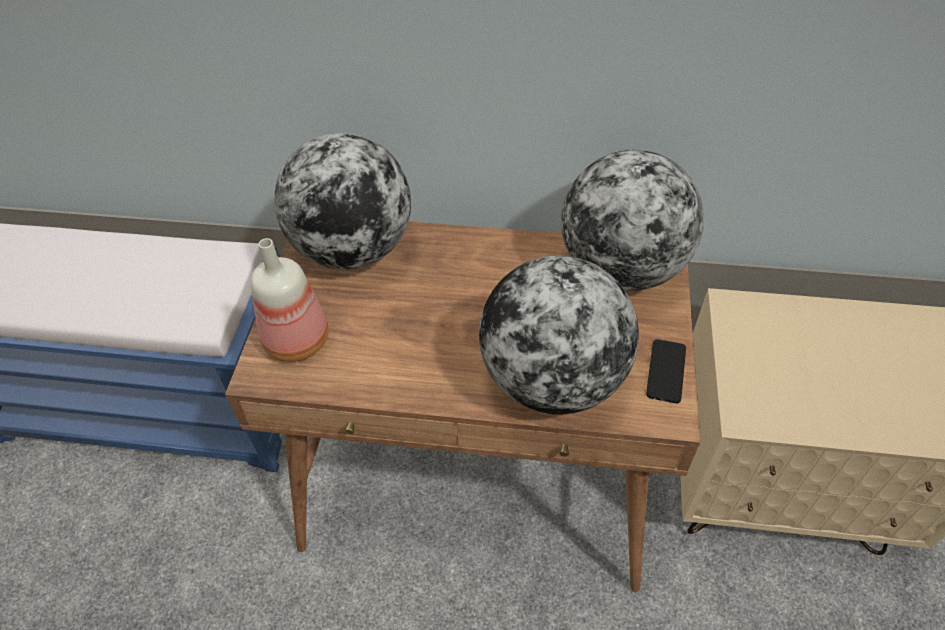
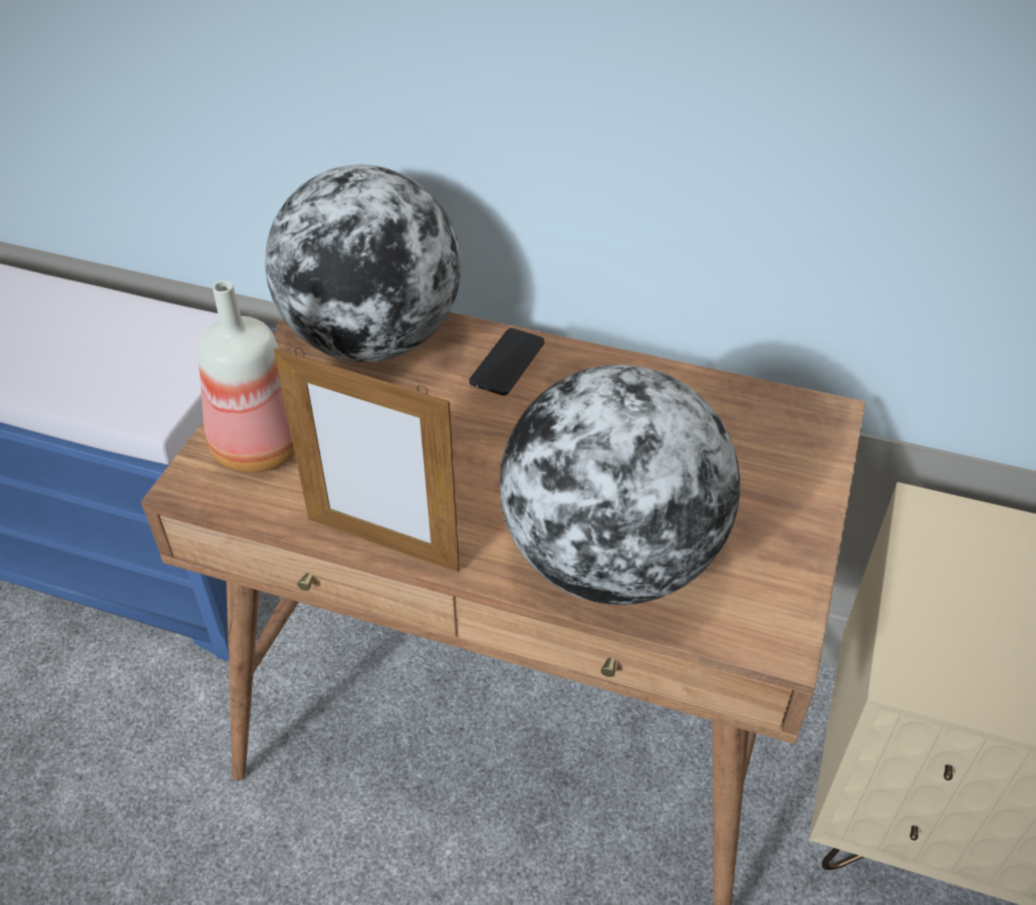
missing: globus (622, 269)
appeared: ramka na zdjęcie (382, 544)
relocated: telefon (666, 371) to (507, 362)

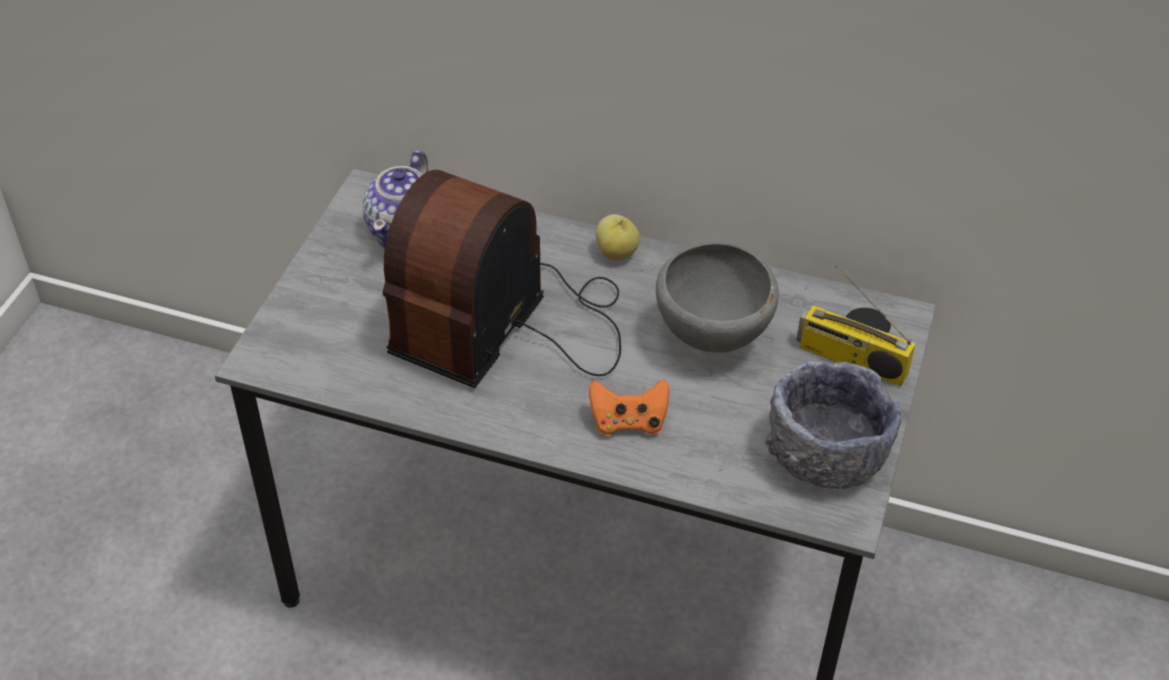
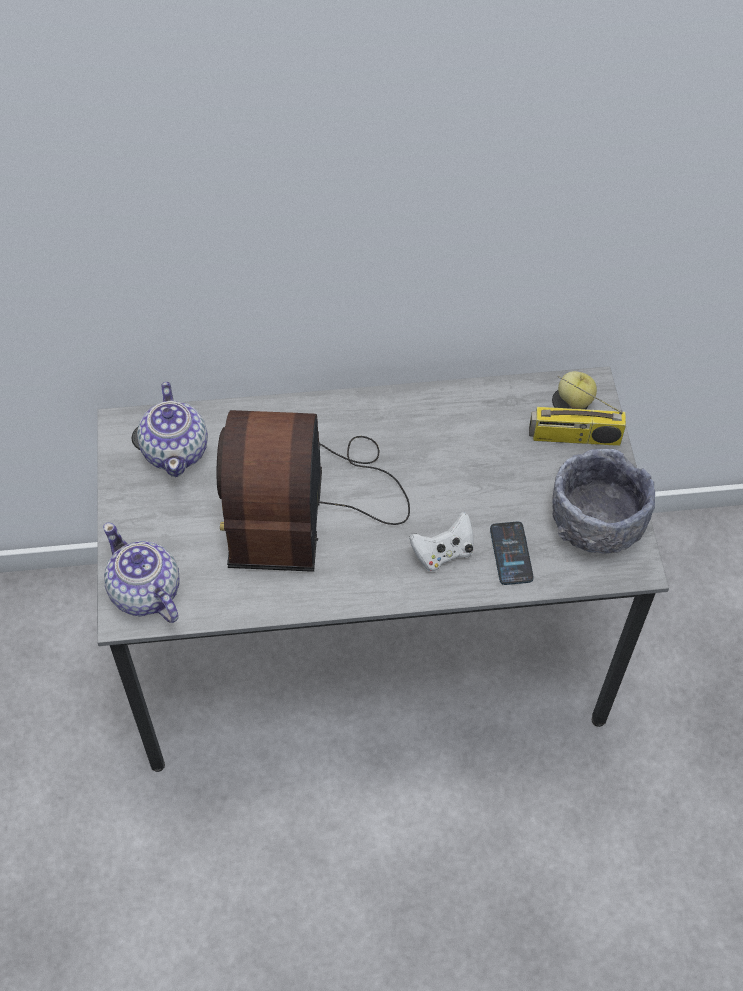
missing: miska/szary (713, 339)
appeared: imbryk (145, 593); telefon (511, 553)
relocated: jabłko (617, 252) to (575, 400)
colour: pad do gier/pomarańczowy (628, 422) to pad do gier/biały (443, 553)

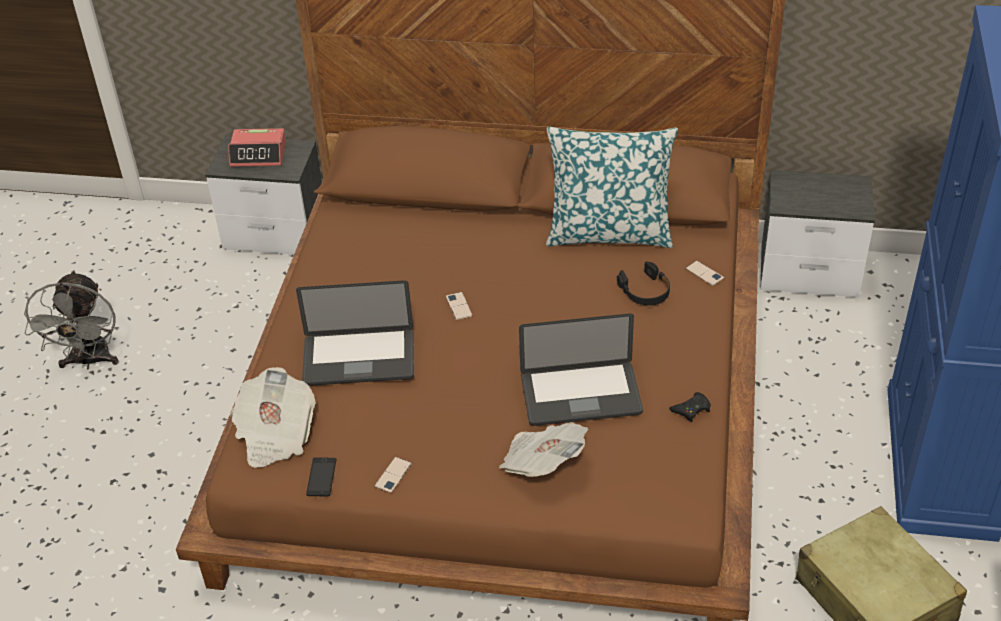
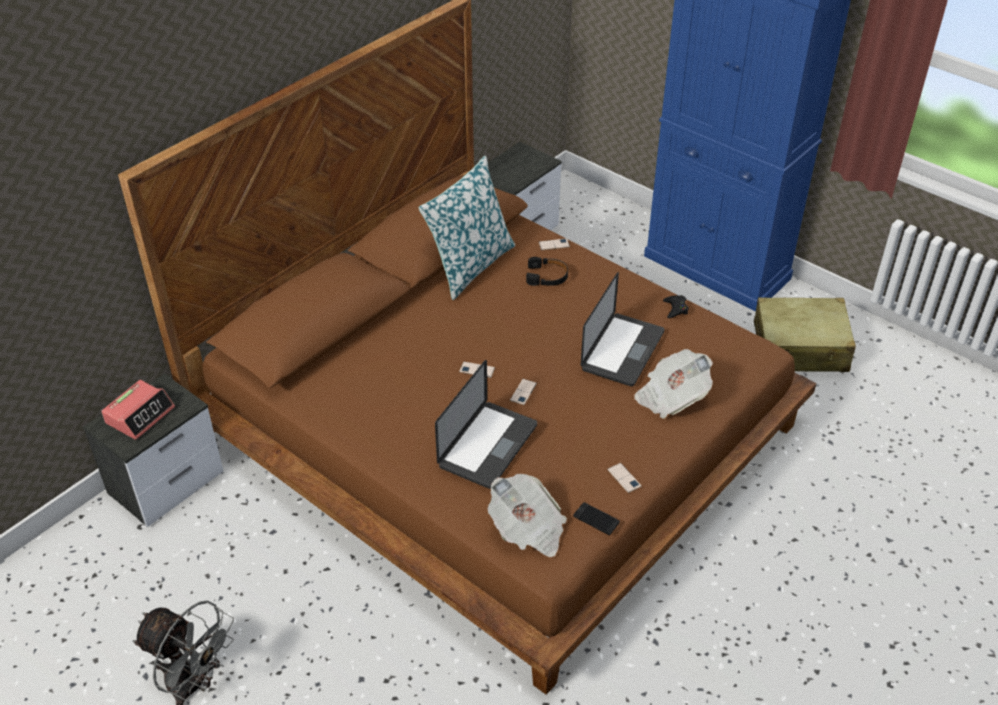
appeared: telefon (523, 392)

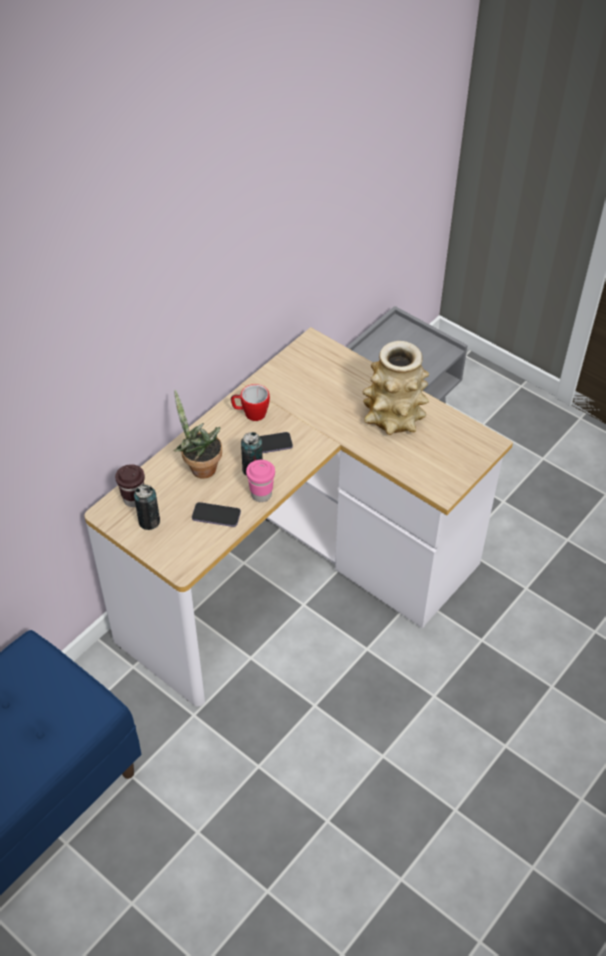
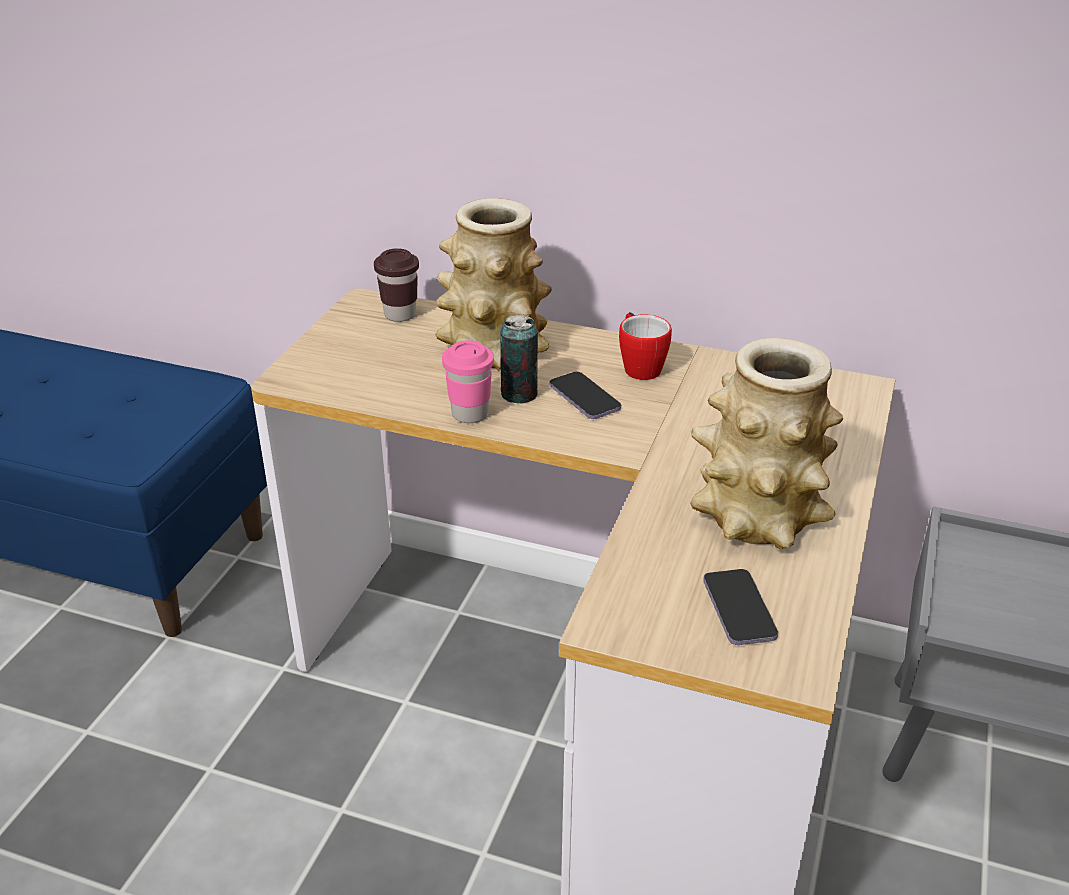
missing: puszka (149, 521)
relocated: telefon (216, 516) to (739, 609)
exchanged: roślina doniczkowa (200, 467) to wazon (493, 349)

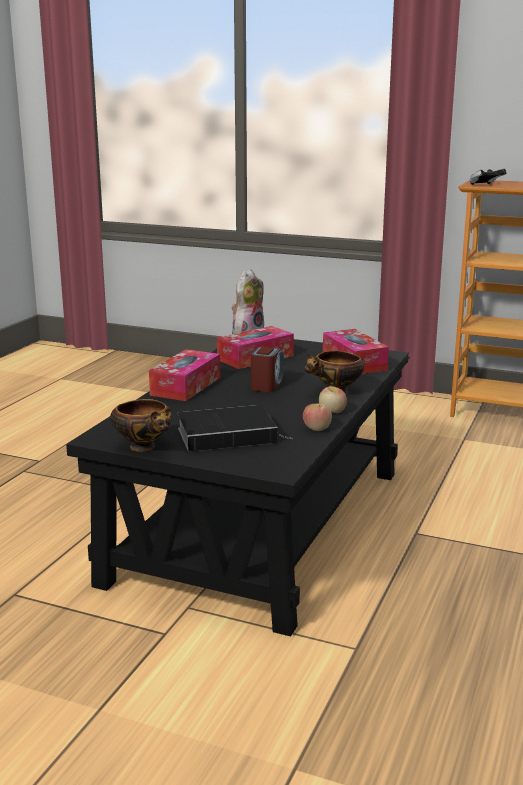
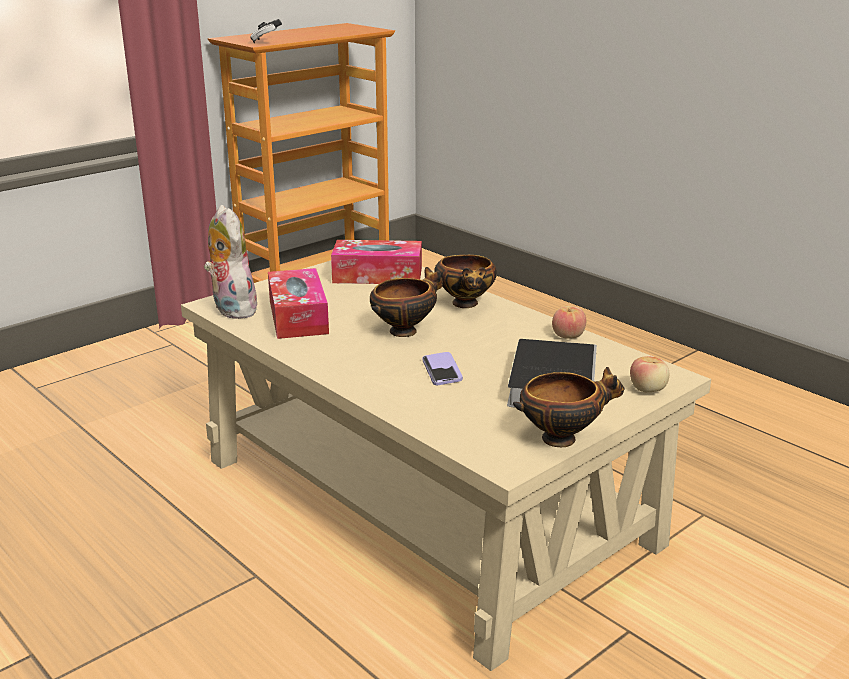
missing: pudełko chusteczek (186, 386)
appeared: telefon (442, 370)
relocated: jabłko (332, 412) to (648, 389)
exchanged: budzik (267, 384) to miska (405, 330)
colour: ława/czarny (262, 525) to ława/beżowy (426, 501)

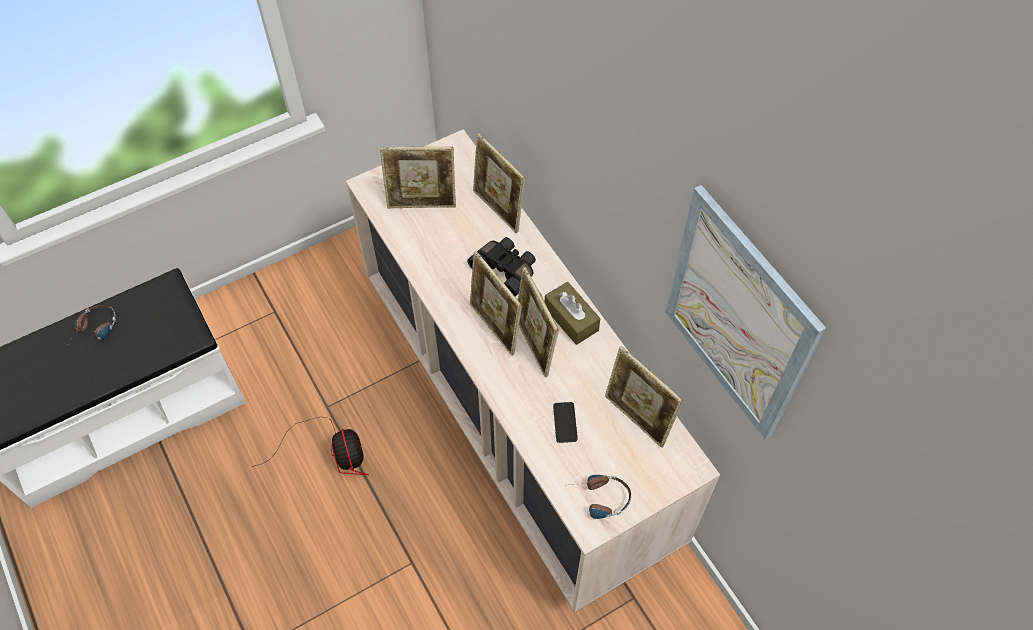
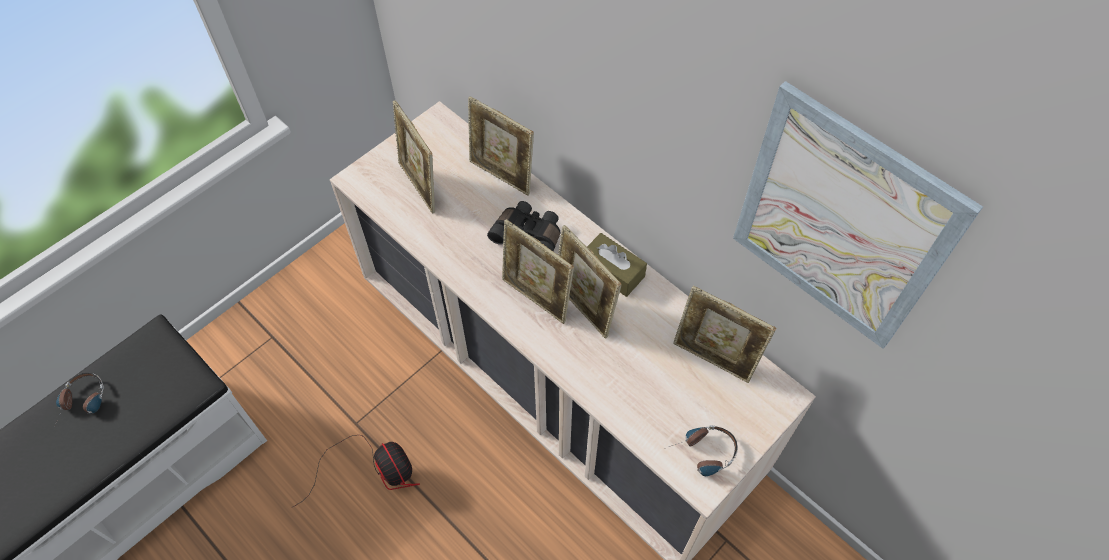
missing: telefon (565, 422)
spun: ramka na zdjęcie (422, 204) = (420, 186) 75 degrees clockwise

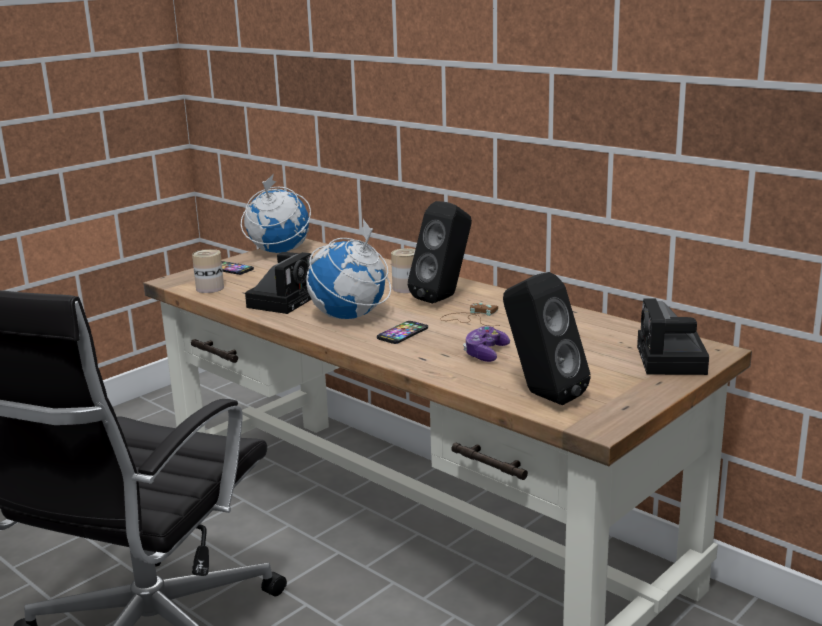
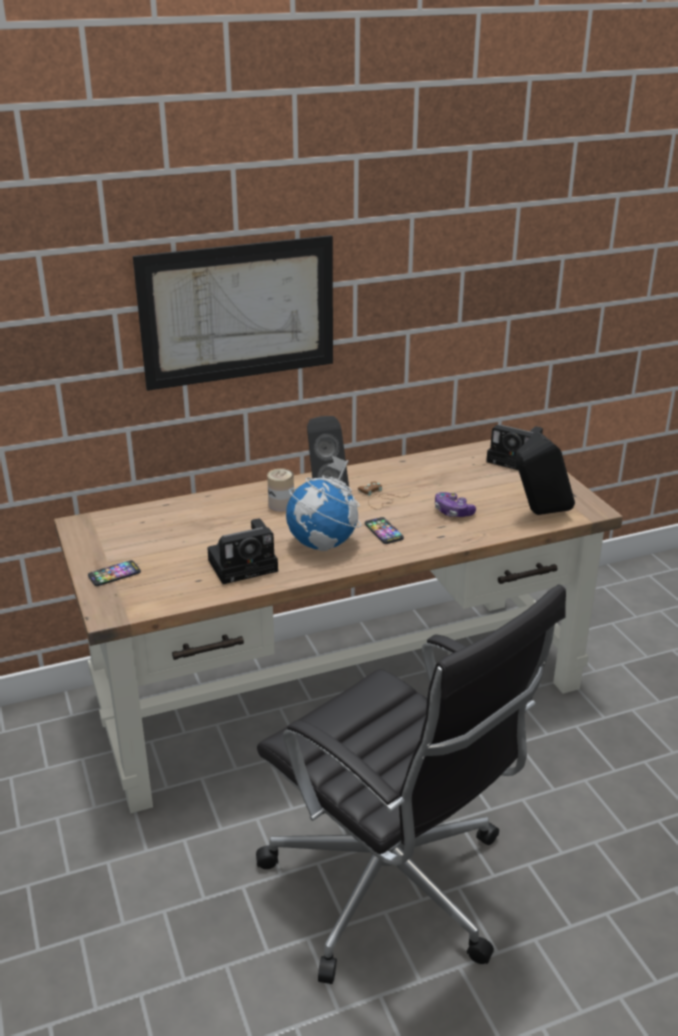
missing: puszka (210, 288); globus (278, 252)
appeared: obraz (238, 312)
spun: aparat fotograficzny (284, 300) = (245, 564) 105 degrees clockwise

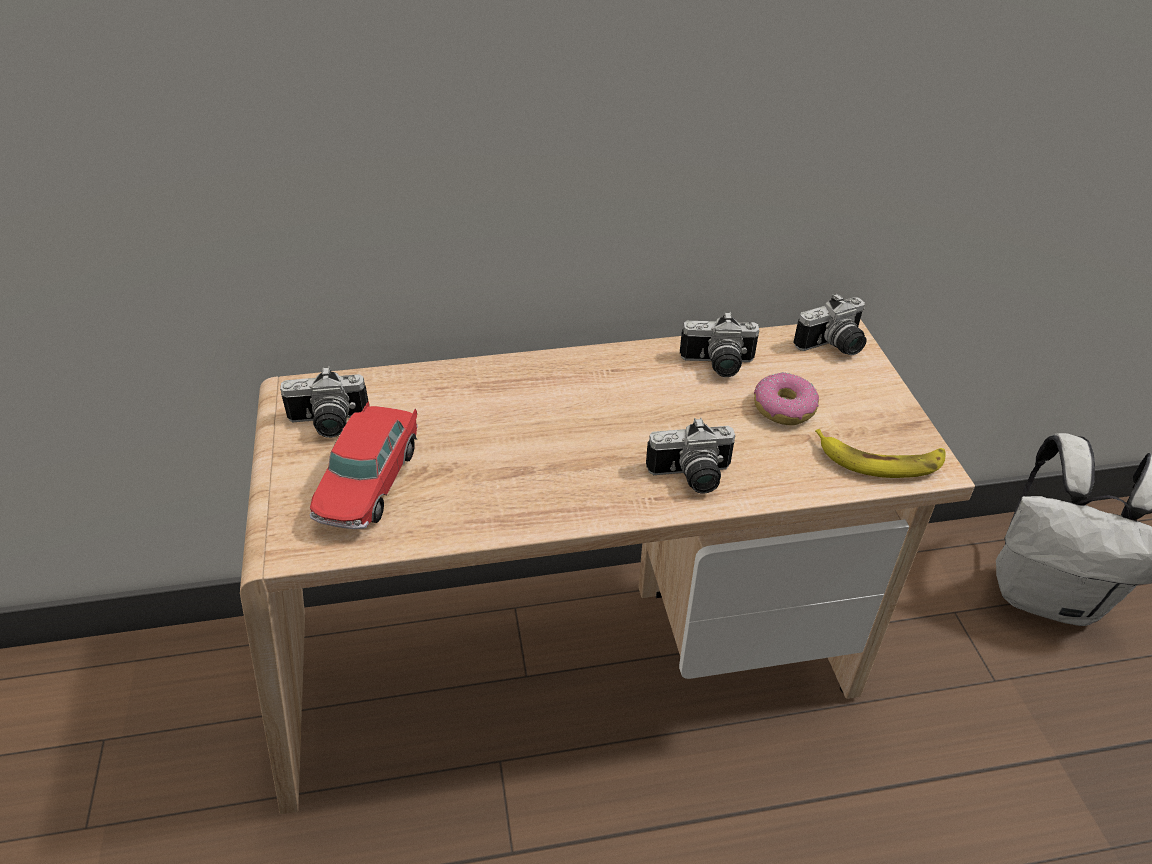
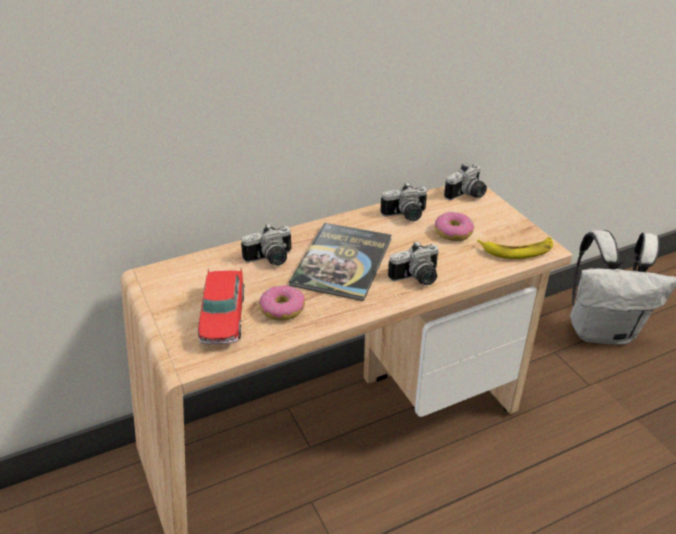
appeared: donut (282, 309); książka (342, 262)
relocated: aparat fotograficzny (328, 424) to (270, 260)

